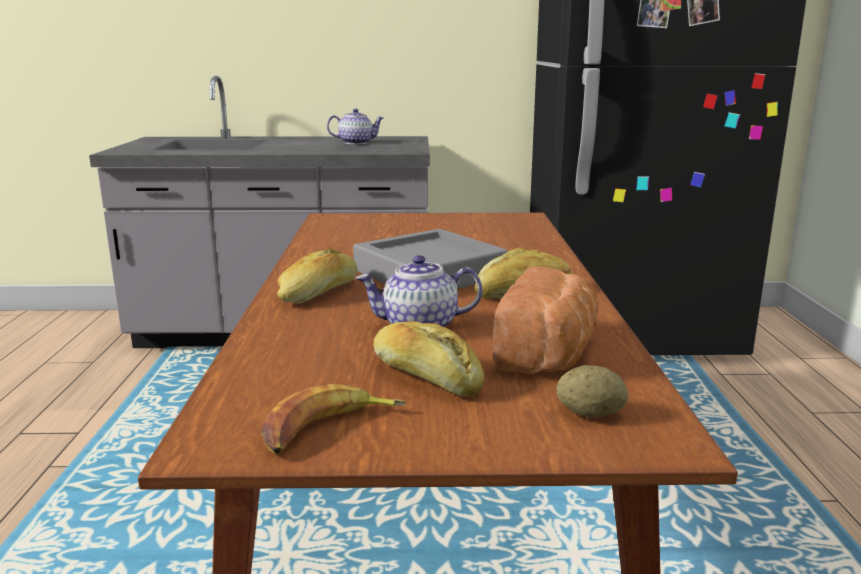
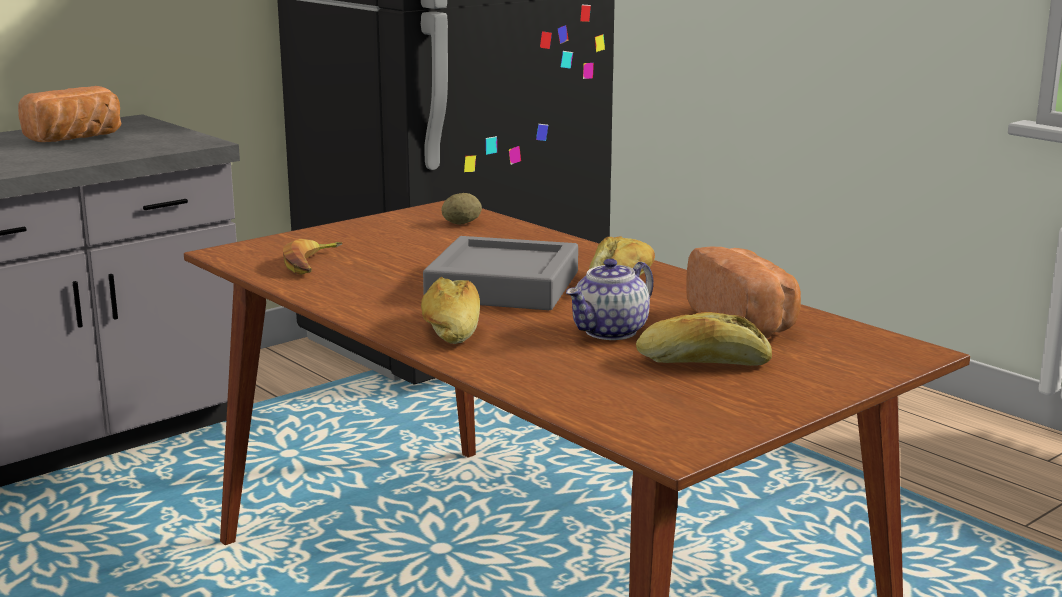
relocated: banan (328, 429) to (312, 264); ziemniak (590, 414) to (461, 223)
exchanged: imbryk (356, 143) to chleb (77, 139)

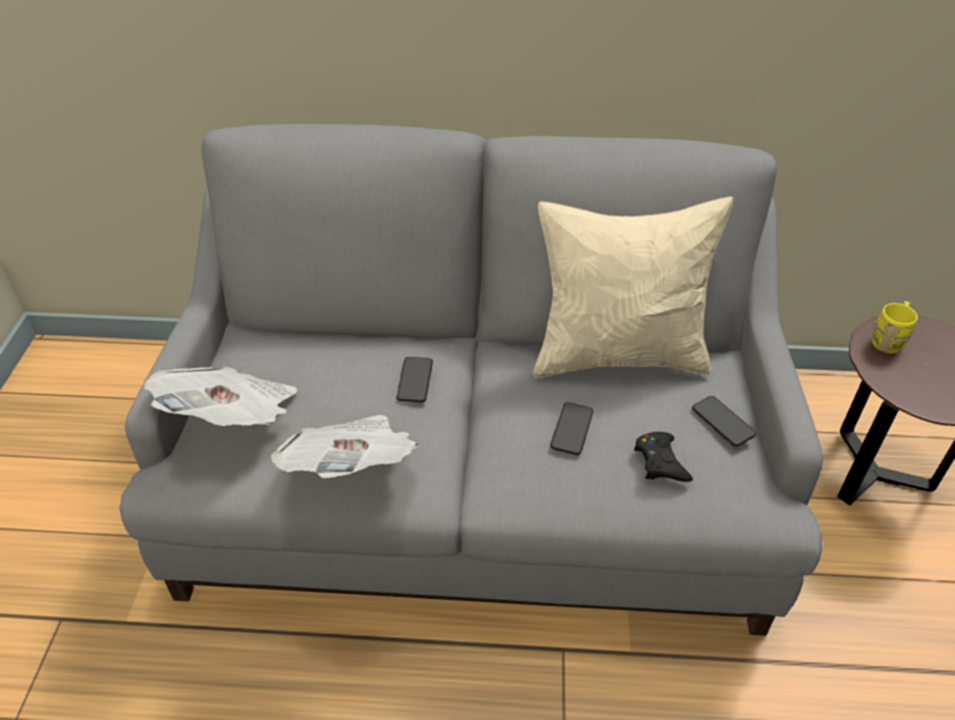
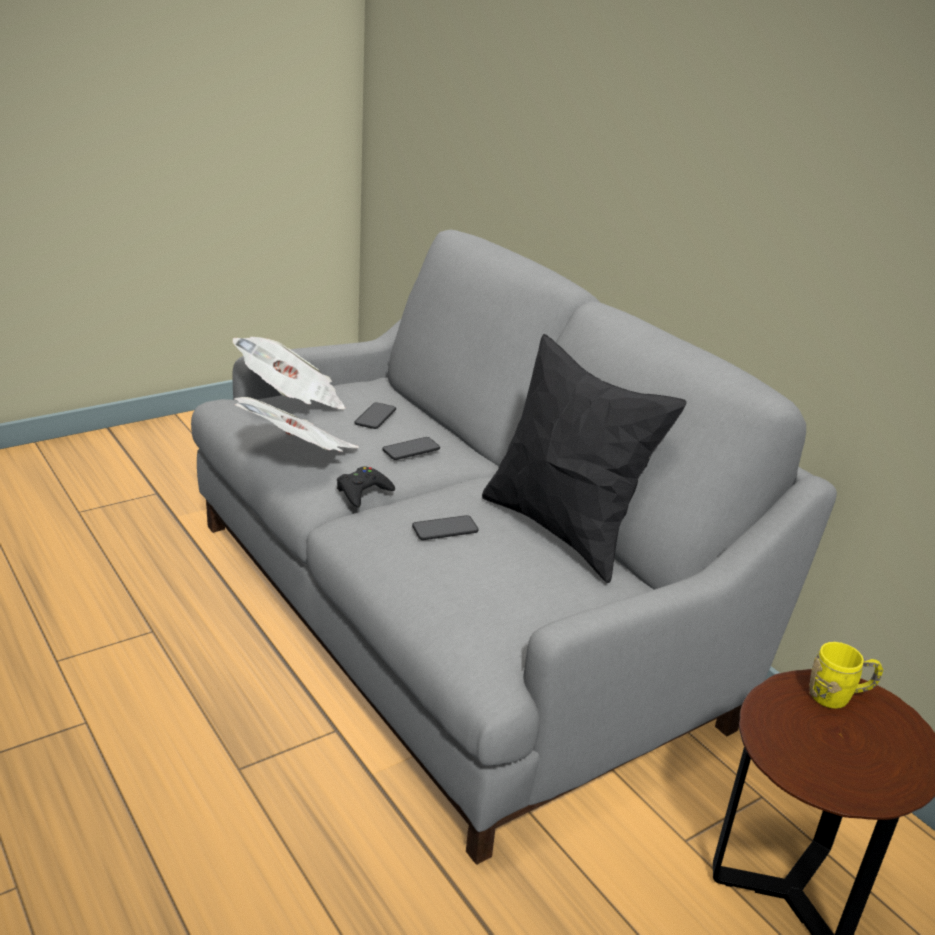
relocated: pad do gier/czarny (660, 462) to (363, 491); telefon (723, 422) to (375, 417)
colour: poduszka/beżowy (618, 355) to poduszka/czarny (564, 529)

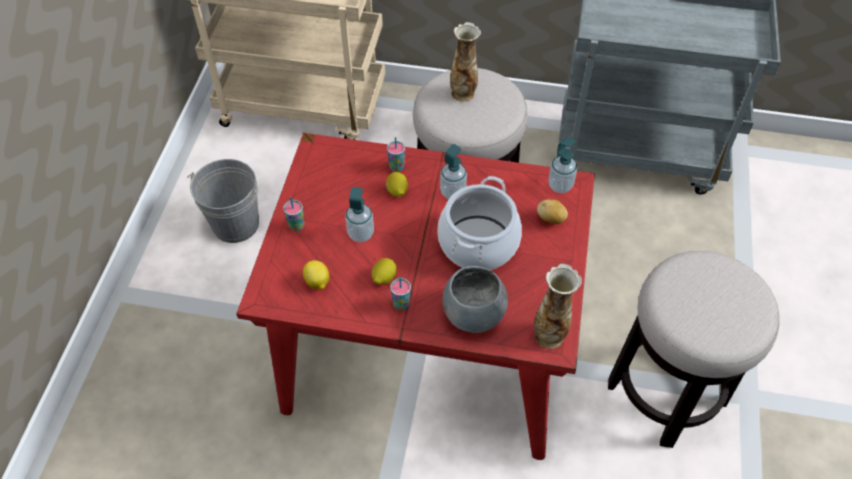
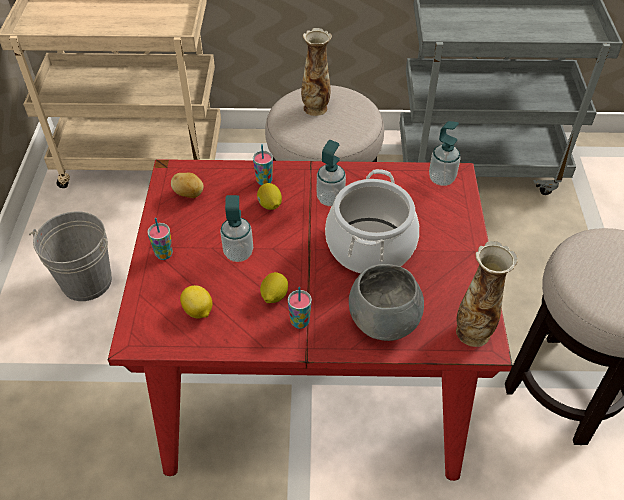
relocated: ziemniak (551, 219) to (189, 194)

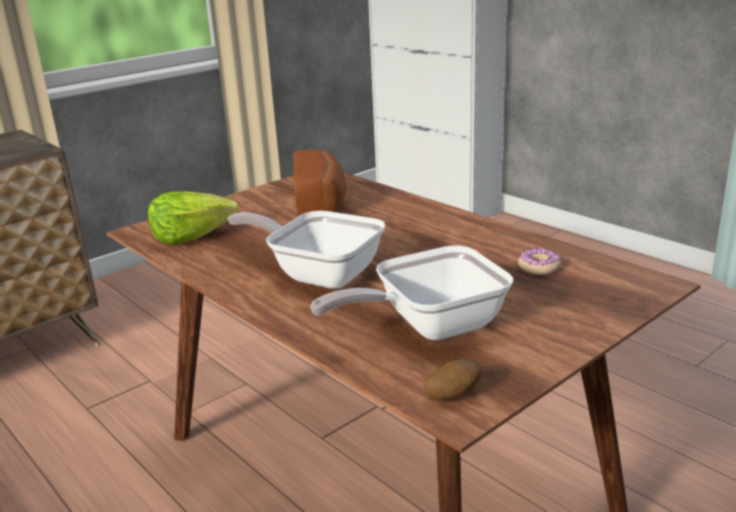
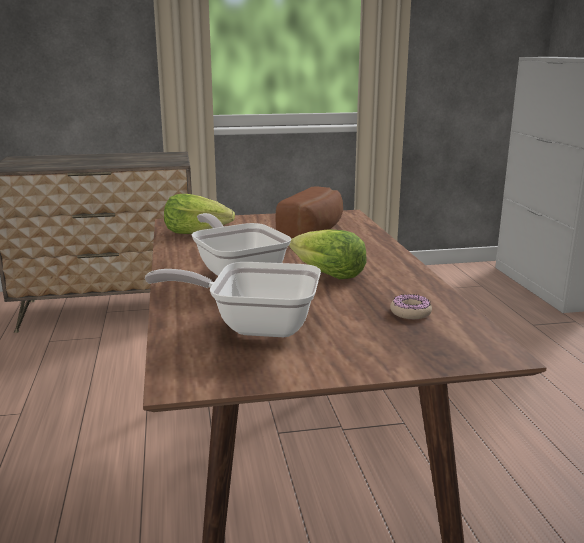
missing: ziemniak (453, 395)
appeared: sałata (327, 275)

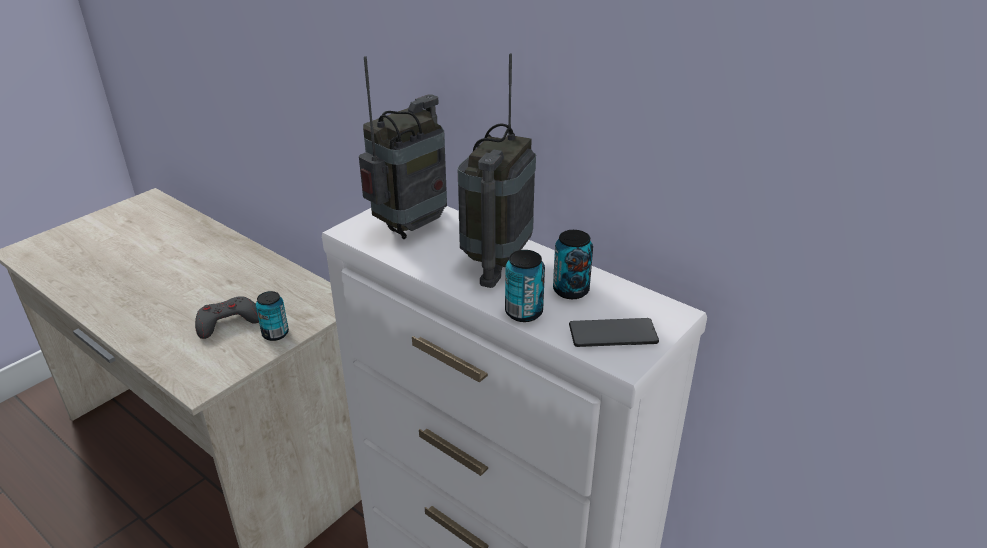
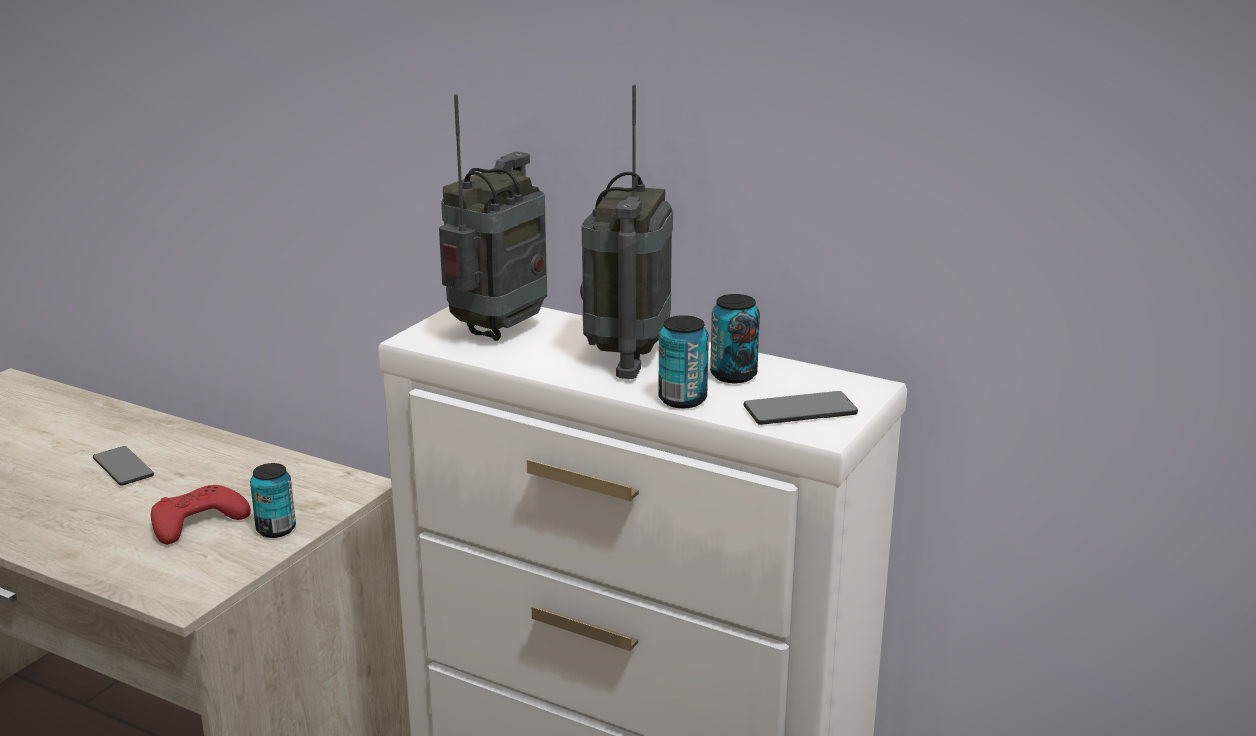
appeared: telefon (123, 467)
colour: pad do gier/szary (228, 321) to pad do gier/czerwony (197, 522)

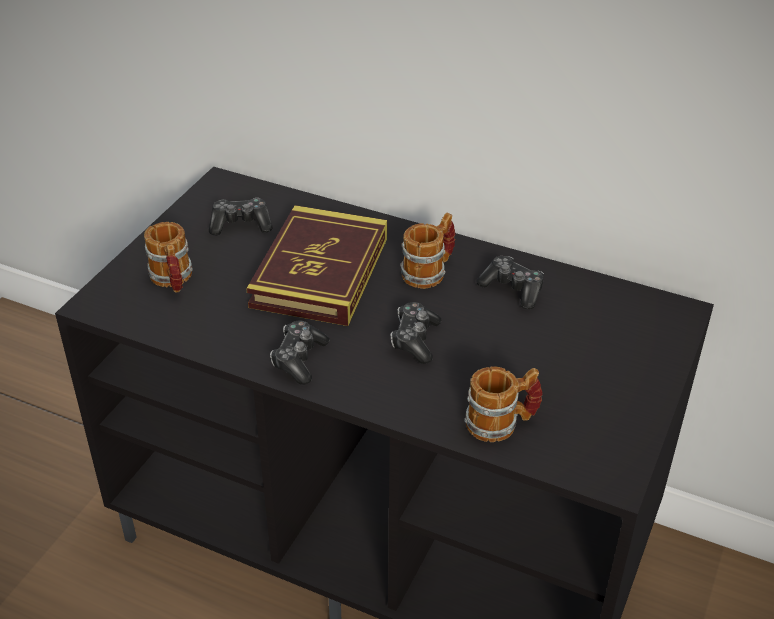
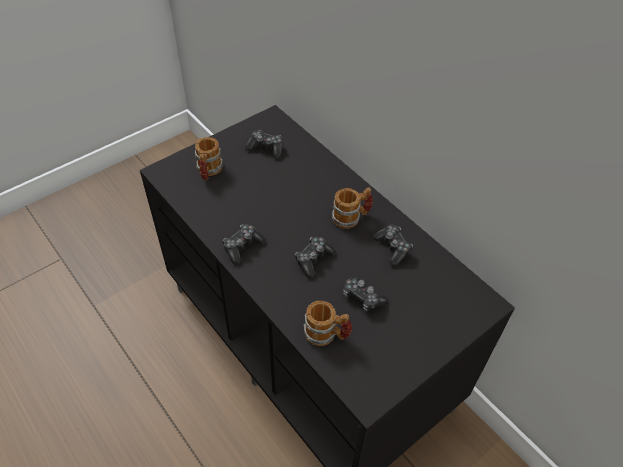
missing: książka (320, 272)
appeared: pad do gier (362, 297)

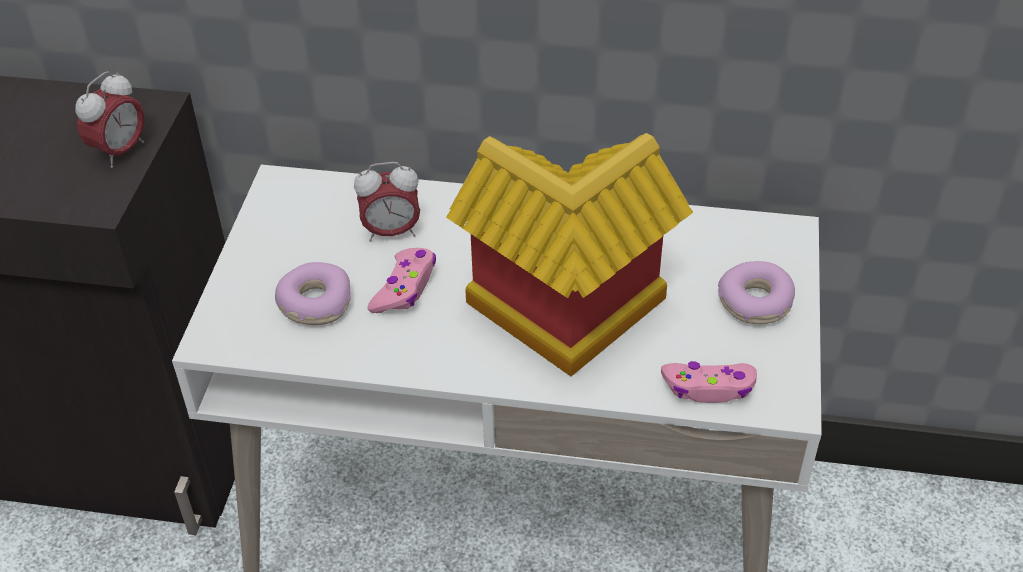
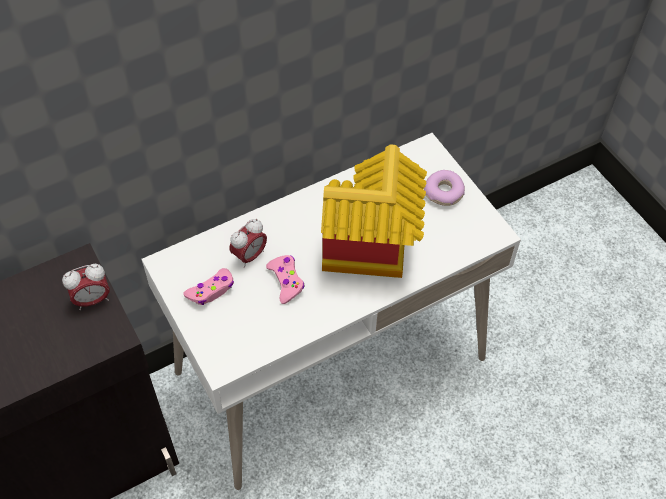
missing: donut (315, 303)
relocated: pad do gier/różowy (709, 388) to (211, 290)
spun: budzik (120, 152) = (92, 300) 75 degrees clockwise

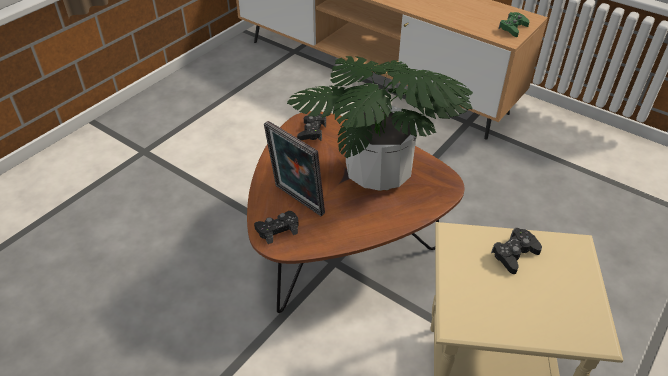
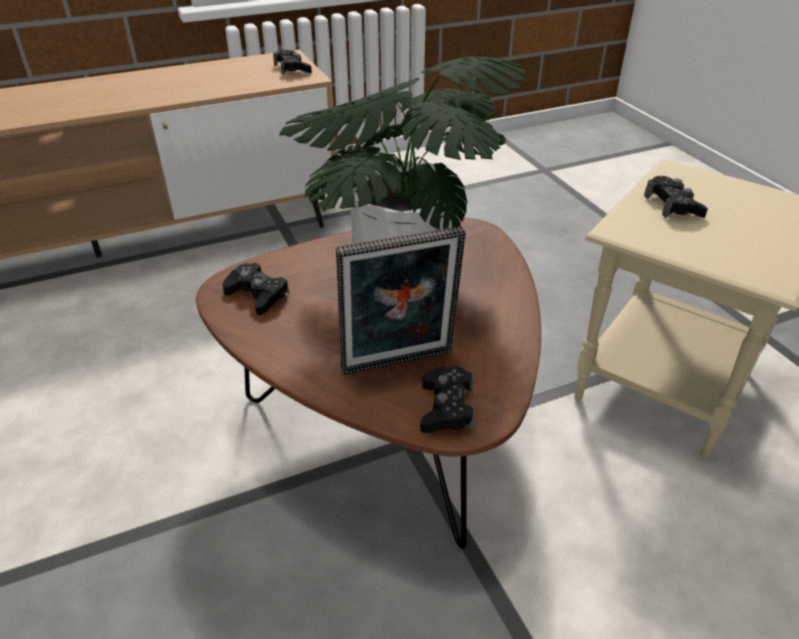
colour: pad do gier/zielony (513, 28) to pad do gier/czarny (292, 69)

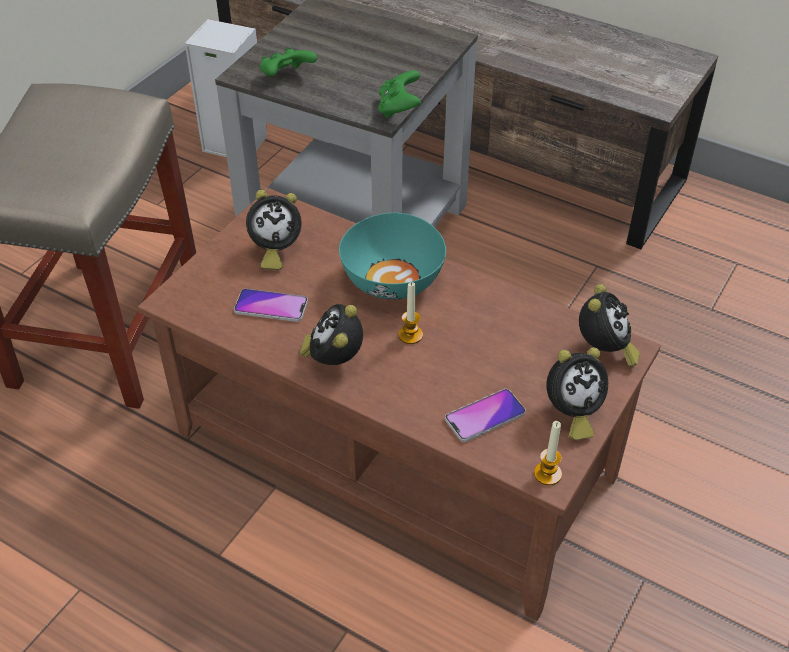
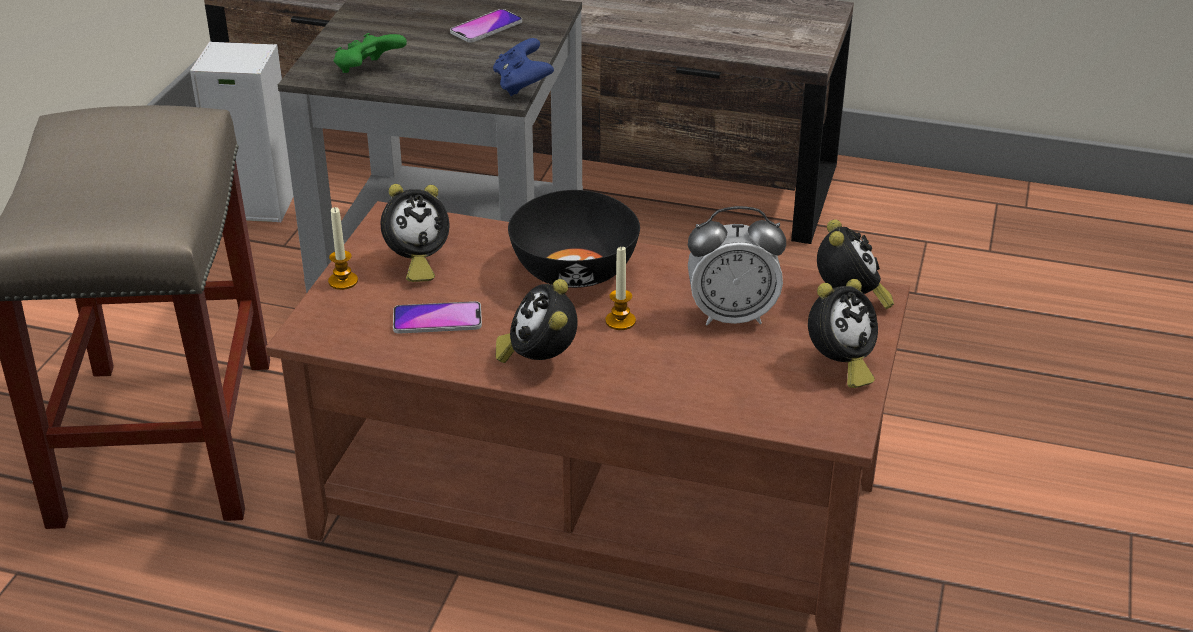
appeared: budzik (732, 315)
relocated: świeca (547, 474) to (343, 281); telefon (485, 416) to (486, 27)
colour: pad do gier/zielony (399, 108) to pad do gier/niebieski (522, 85); miska/turkusowy (391, 279) to miska/czarny (573, 270)

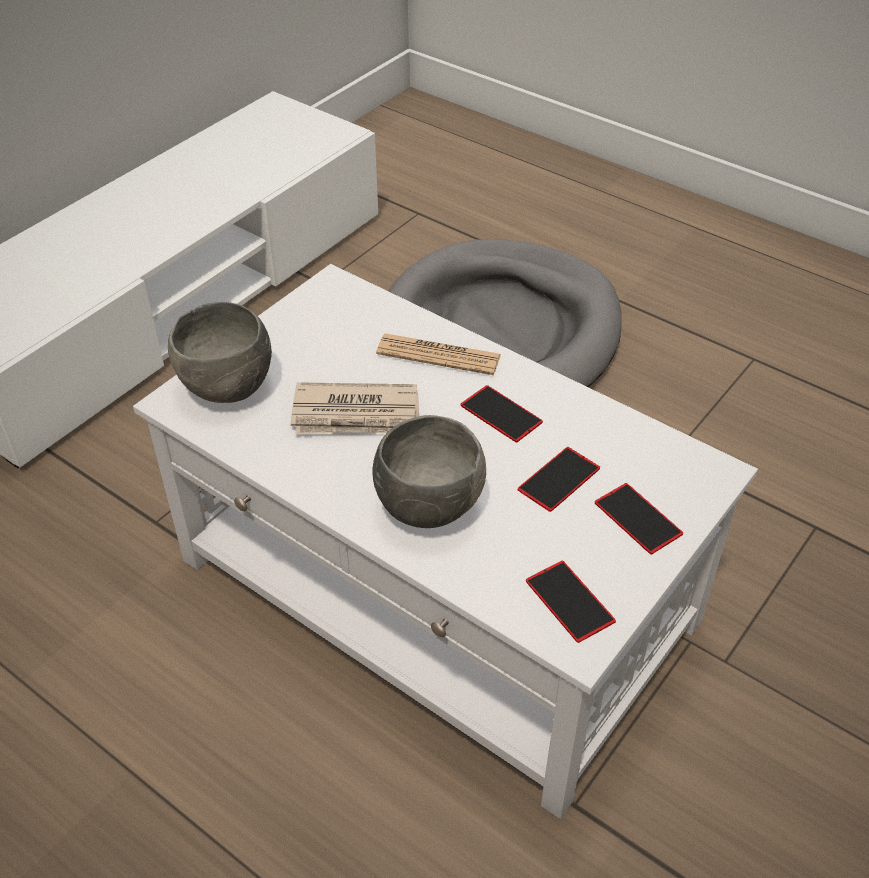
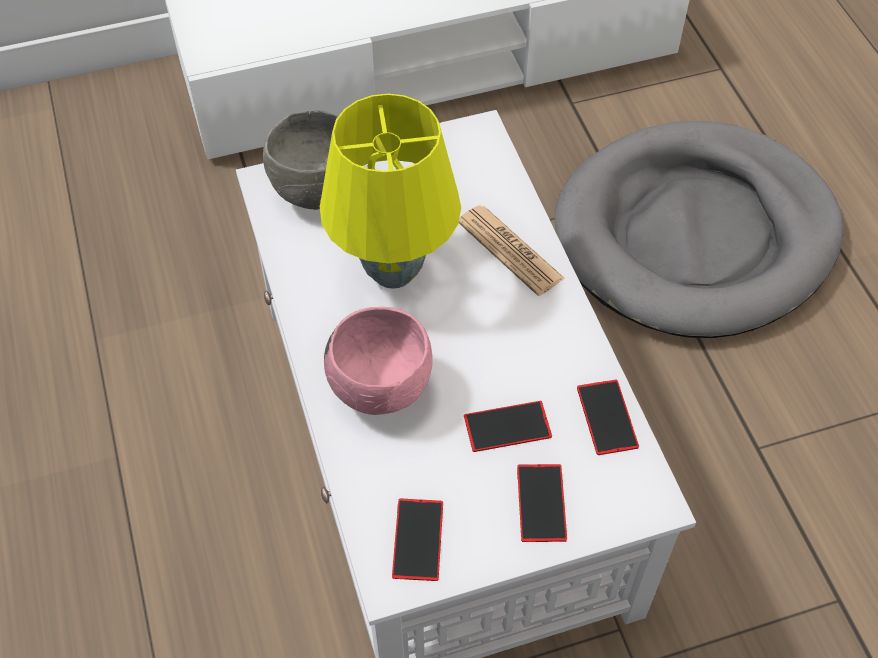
relocated: telefon (501, 414) to (607, 417)
exchanged: gazeta (357, 415) to lampa stołowa/żółty (395, 271)
colour: miska/szary (428, 506) to miska/różowy (380, 387)

